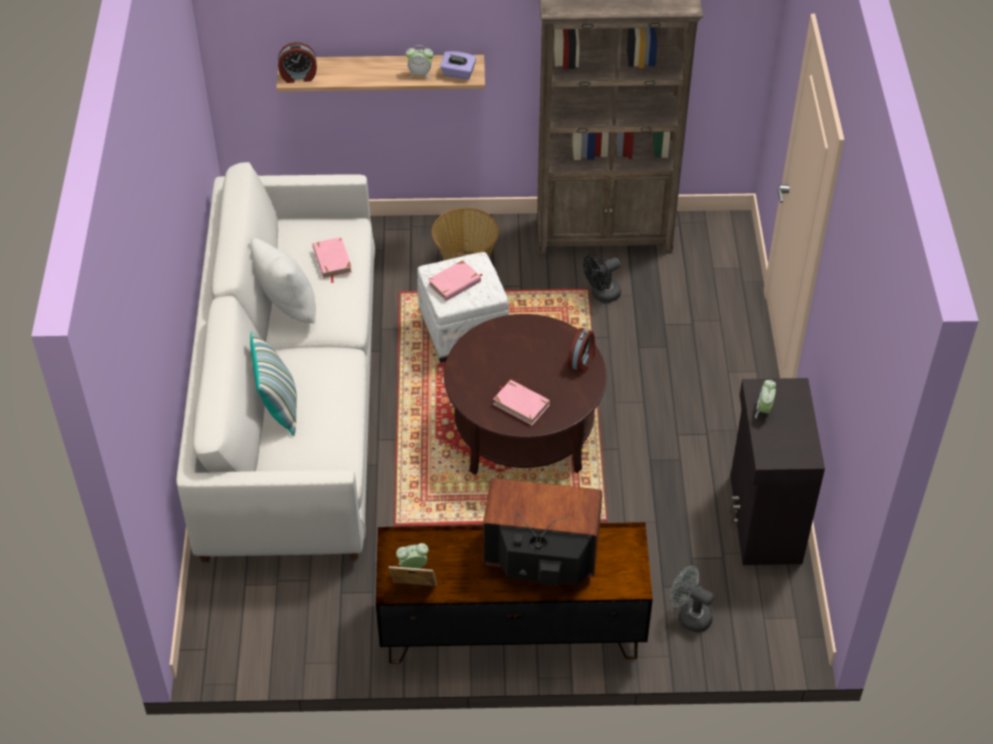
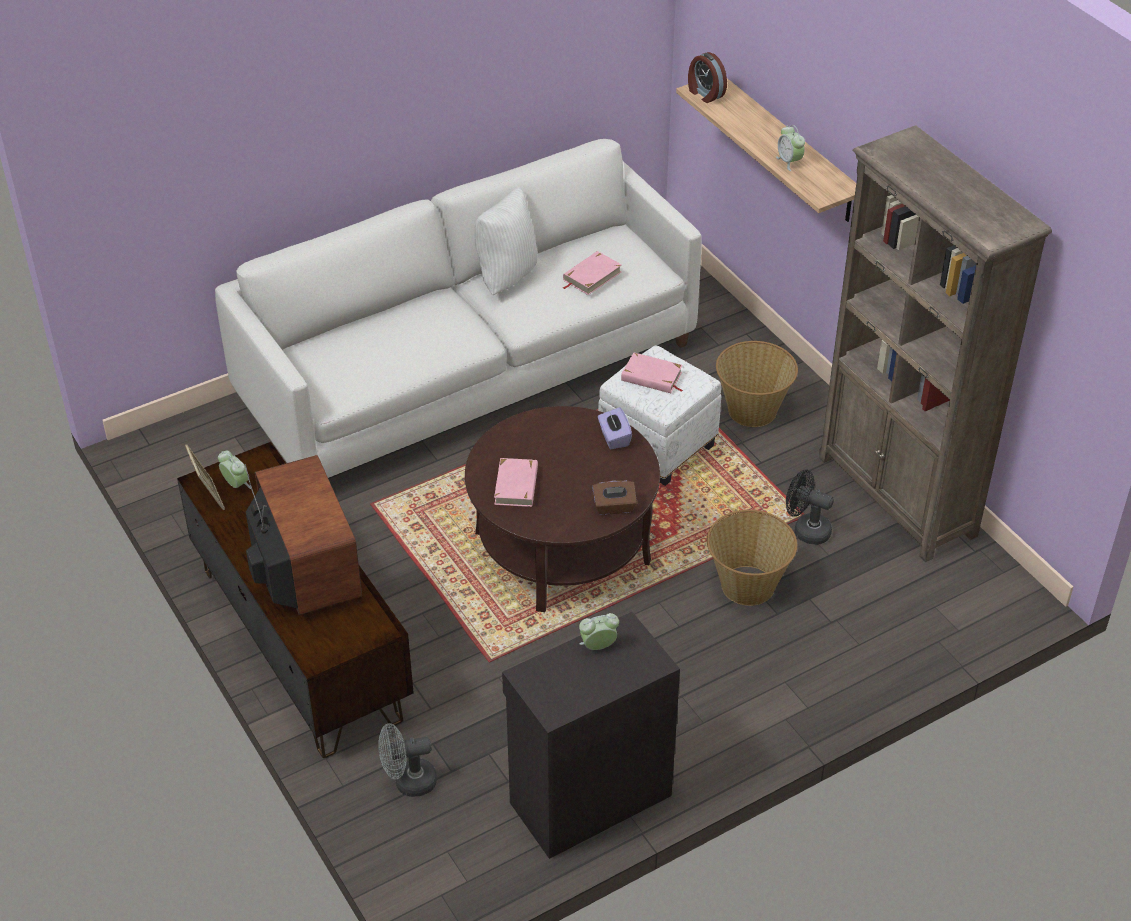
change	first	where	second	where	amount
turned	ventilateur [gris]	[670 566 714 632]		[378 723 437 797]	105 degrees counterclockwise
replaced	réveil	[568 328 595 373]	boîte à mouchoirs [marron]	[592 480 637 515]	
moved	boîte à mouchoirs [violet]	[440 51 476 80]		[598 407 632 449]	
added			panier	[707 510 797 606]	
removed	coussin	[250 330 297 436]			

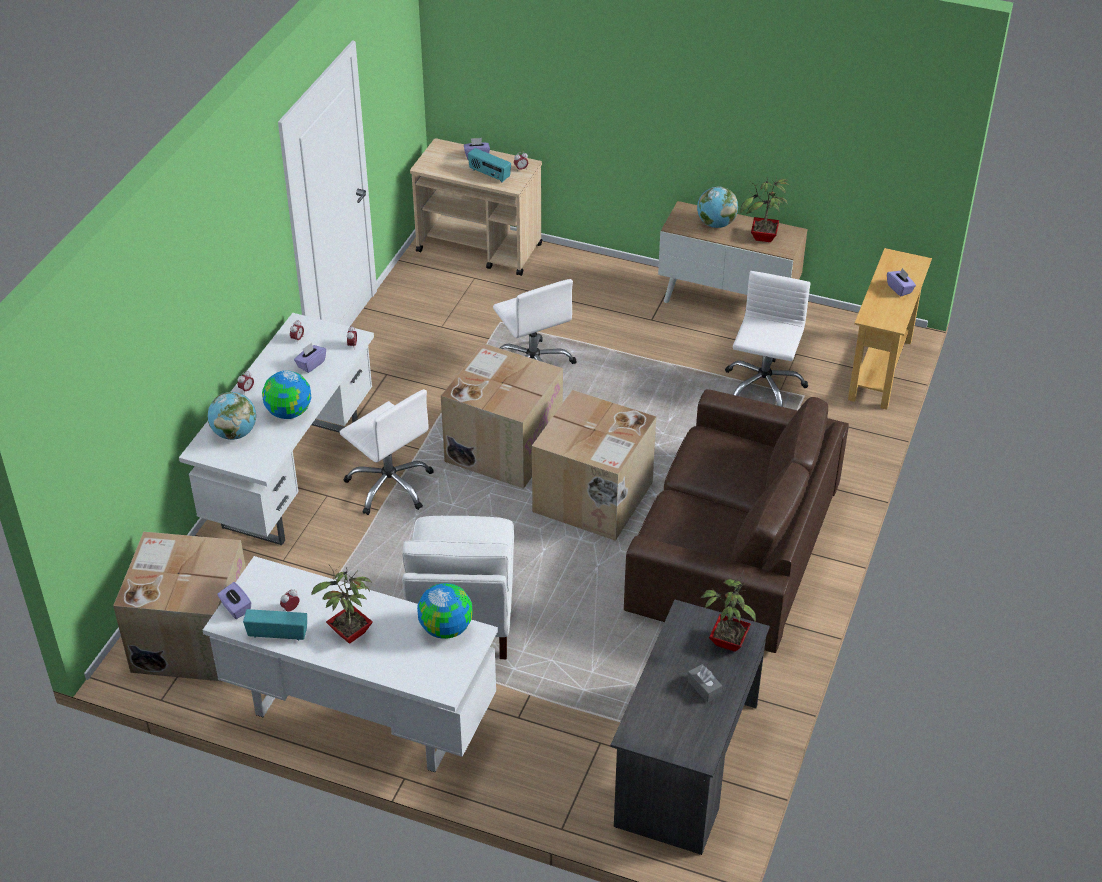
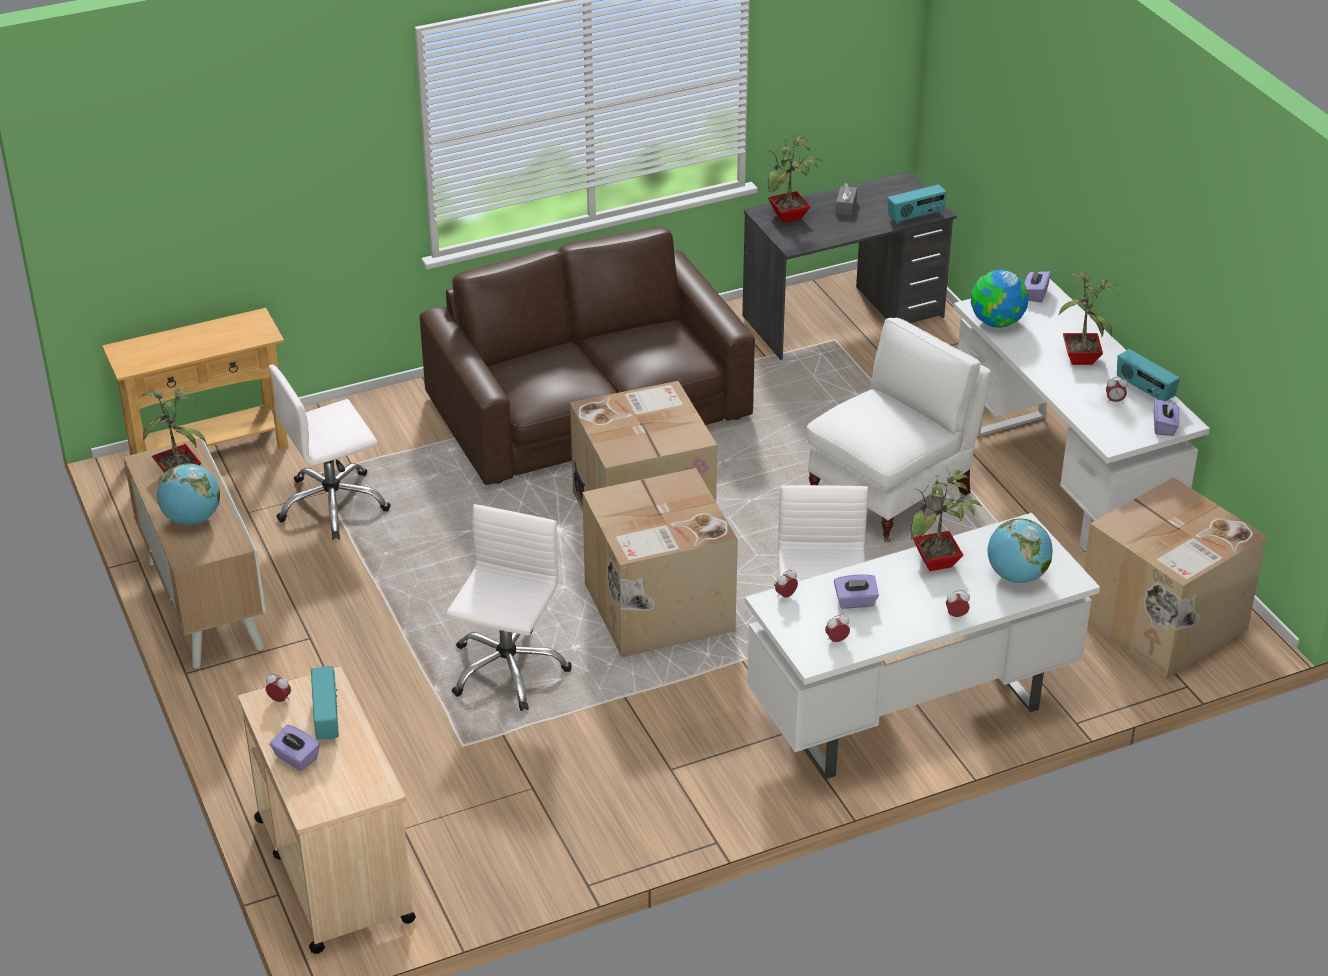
change	first	where	second	where	amount
added			radio	[888 185 947 224]	
replaced	globe	[262 371 311 419]	plante en pot	[910 468 982 571]	
moved	boîte à mouchoirs [violet]	[887 268 916 296]		[1024 267 1051 303]	

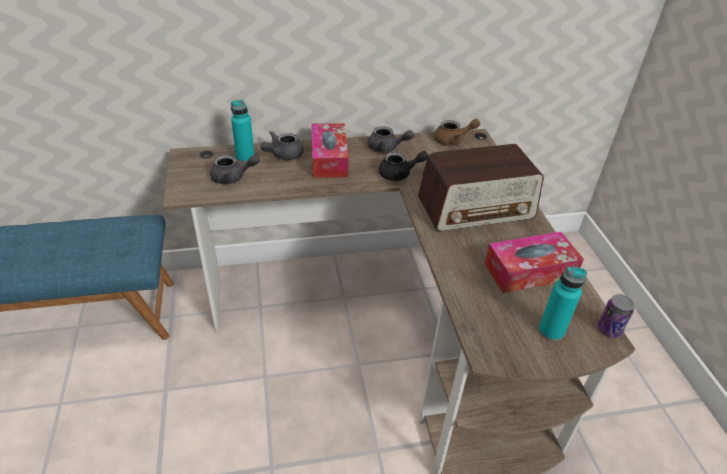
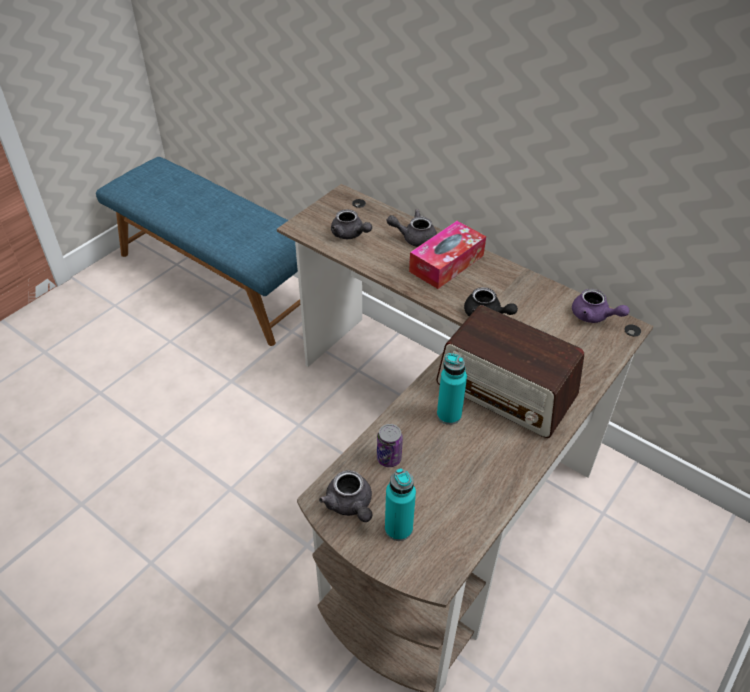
change	first	where	second	where	amount
moved	théière [gris]	[368 126 414 152]		[319 470 372 522]	
moved	boîte métallique	[598 294 634 338]		[377 424 403 467]	
moved	bouteille [turquoise]	[231 100 254 163]		[437 353 467 425]	
recoloured	théière [marron]	[434 119 480 145]	théière [violet]	[572 289 630 323]	
removed	boîte à mouchoirs	[484 232 584 293]			

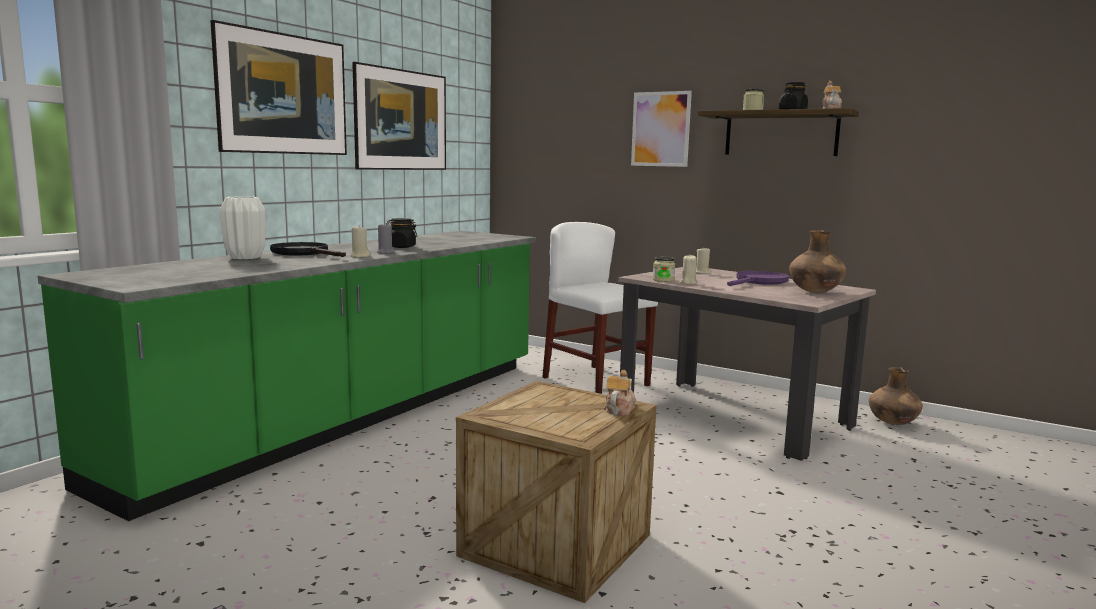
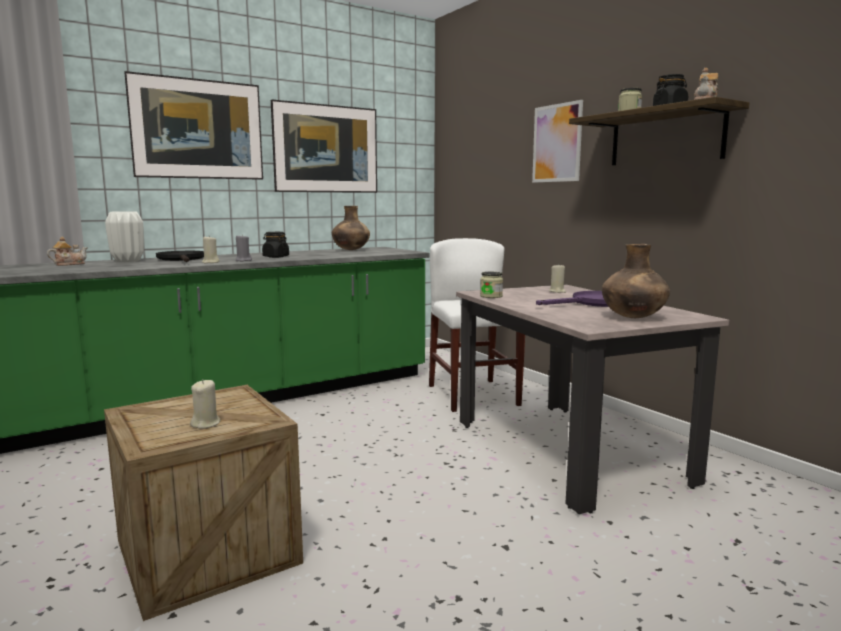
change	first	where	second	where	amount
moved	théière	[604 370 635 416]		[47 237 88 266]	
moved	bougie [beige]	[680 255 697 284]		[190 379 221 429]	
moved	vase [marron]	[869 367 923 425]		[332 206 370 250]	

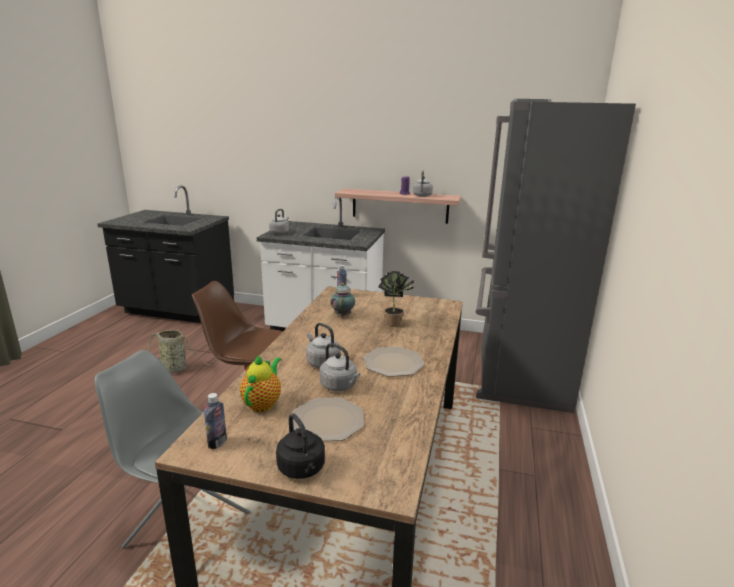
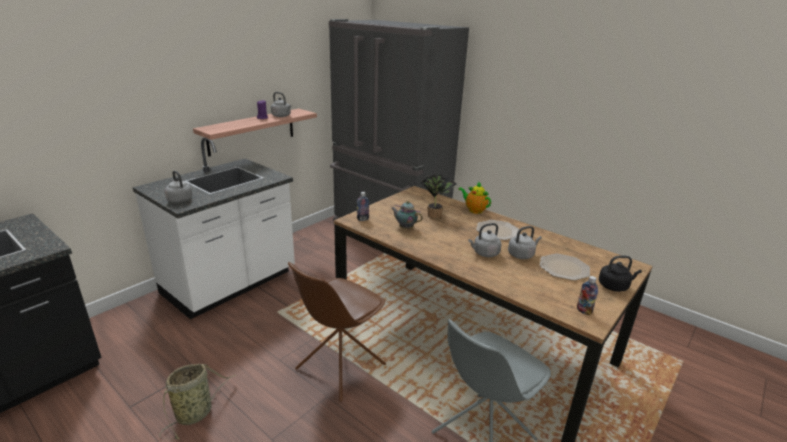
change	first	where	second	where	amount
moved	théière	[240 355 281 412]		[458 182 491 214]	

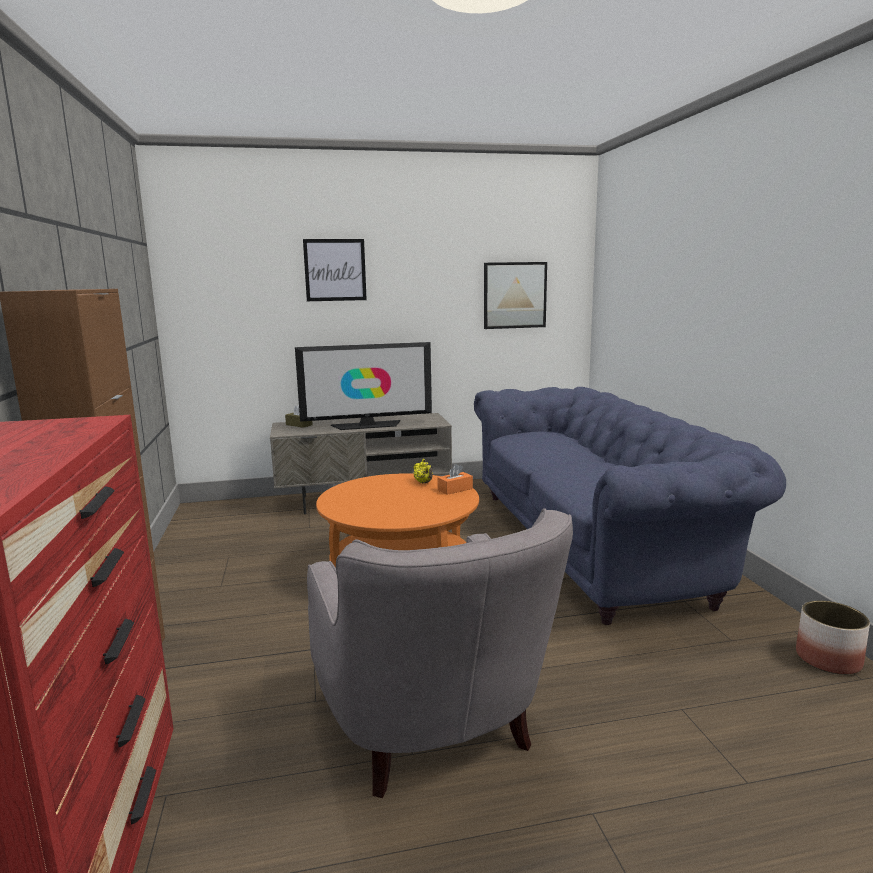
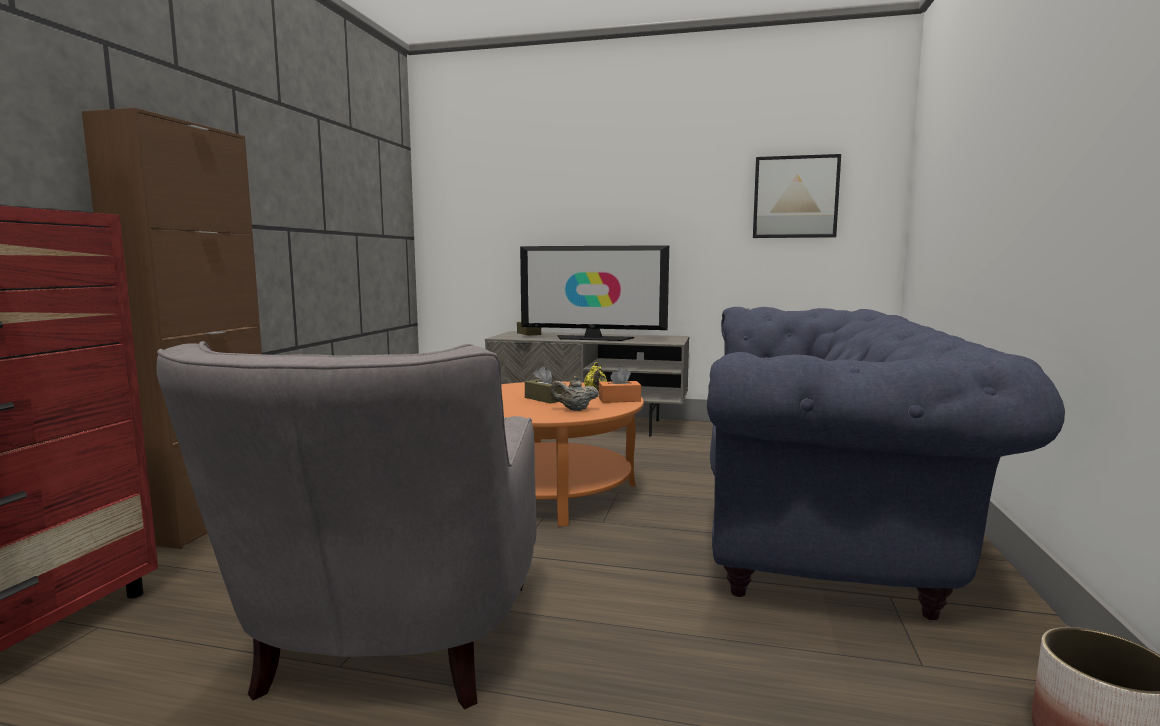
change	first	where	second	where	amount
added			boîte à mouchoirs [marron]	[525 366 566 404]	
added			théière [beige]	[550 376 599 411]	
removed	tableau	[303 239 367 301]			

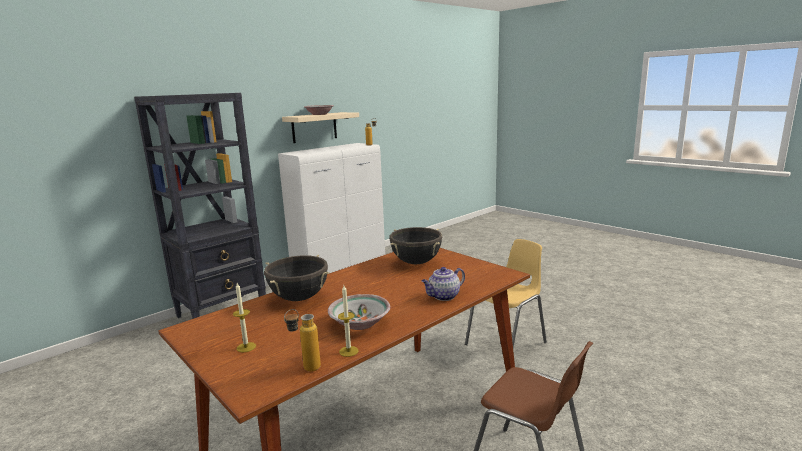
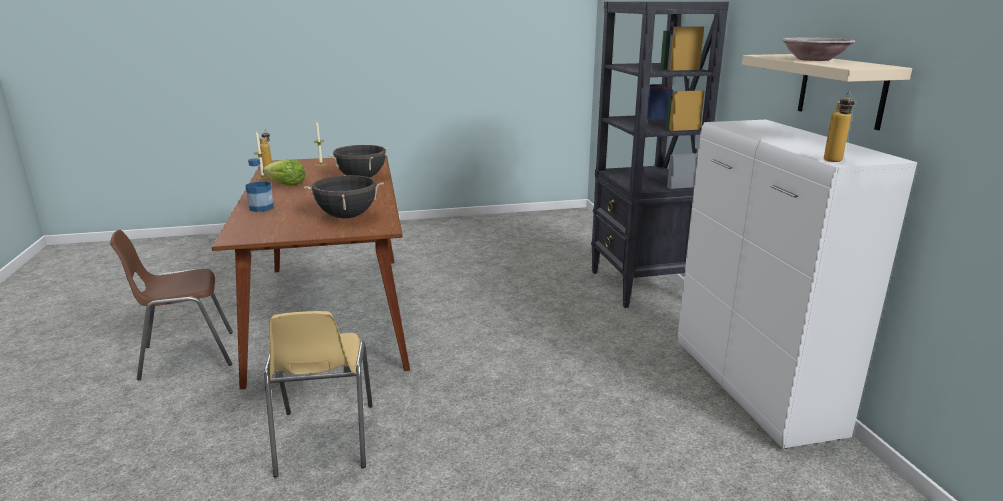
change	first	where	second	where	amount
replaced	théière	[422 267 465 301]	bouteille	[245 158 274 212]	
replaced	bol	[328 294 390 330]	laitue	[263 160 305 186]	

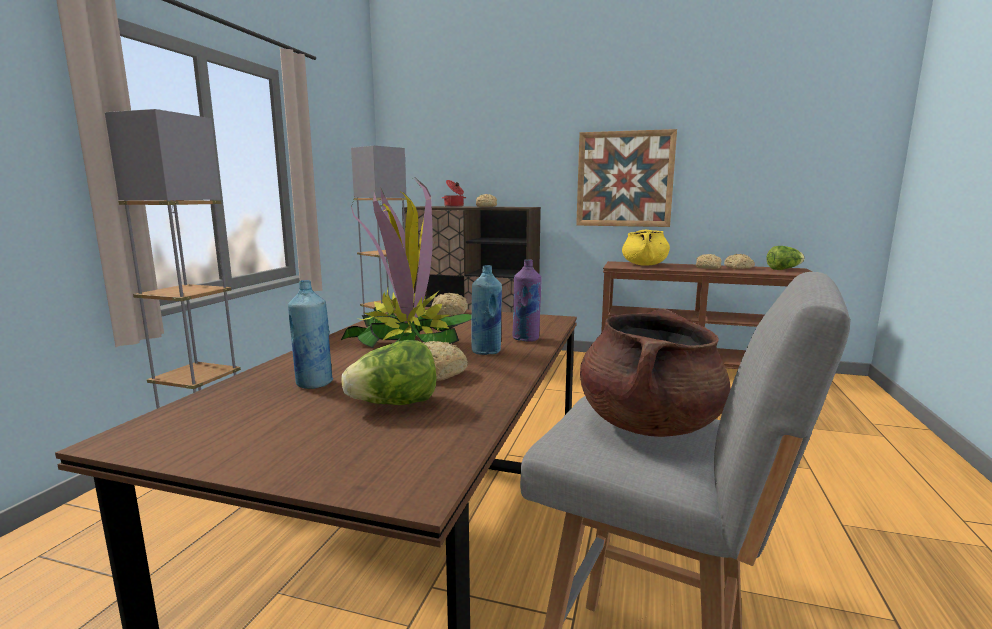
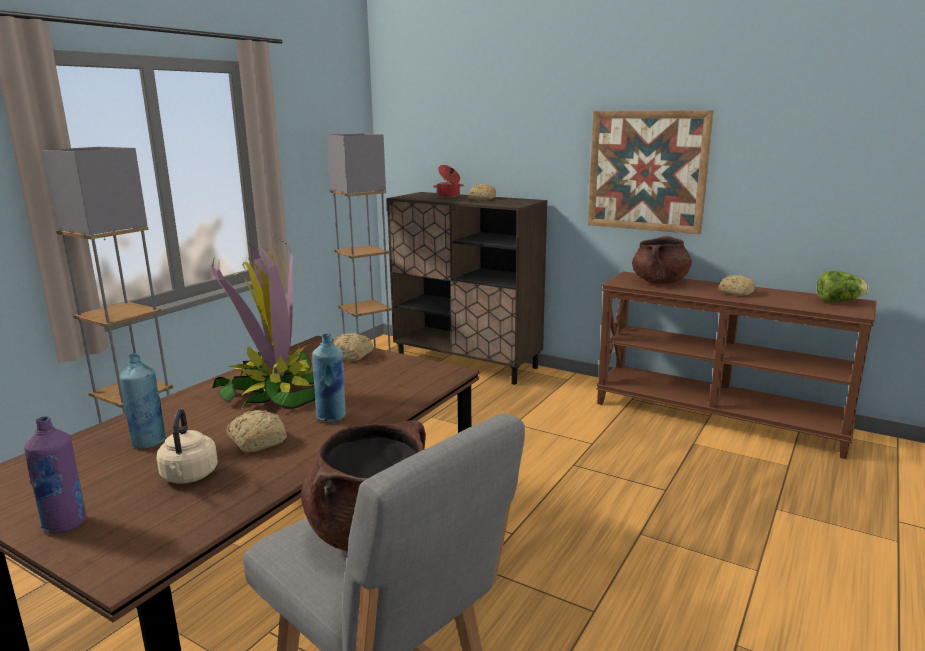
change	first	where	second	where	amount
moved	bouteille [violet]	[512 259 542 342]		[24 416 86 534]	
replaced	laitue	[341 340 436 405]	bouilloire [beige]	[157 409 218 484]	
recoloured	marmite [jaune]	[622 230 670 266]	marmite [marron]	[632 236 692 284]	
removed	pain	[724 254 755 269]			

